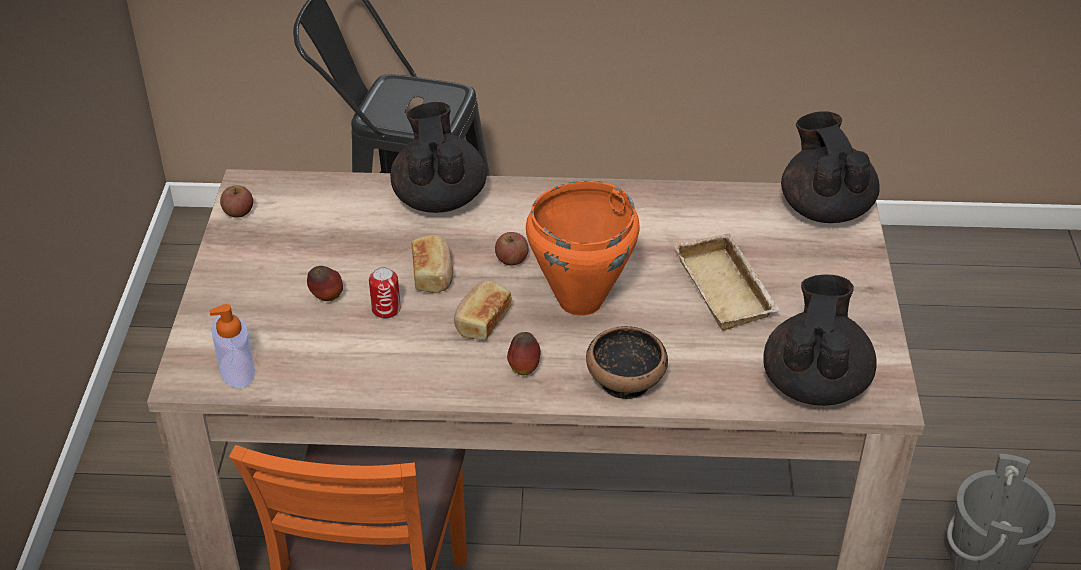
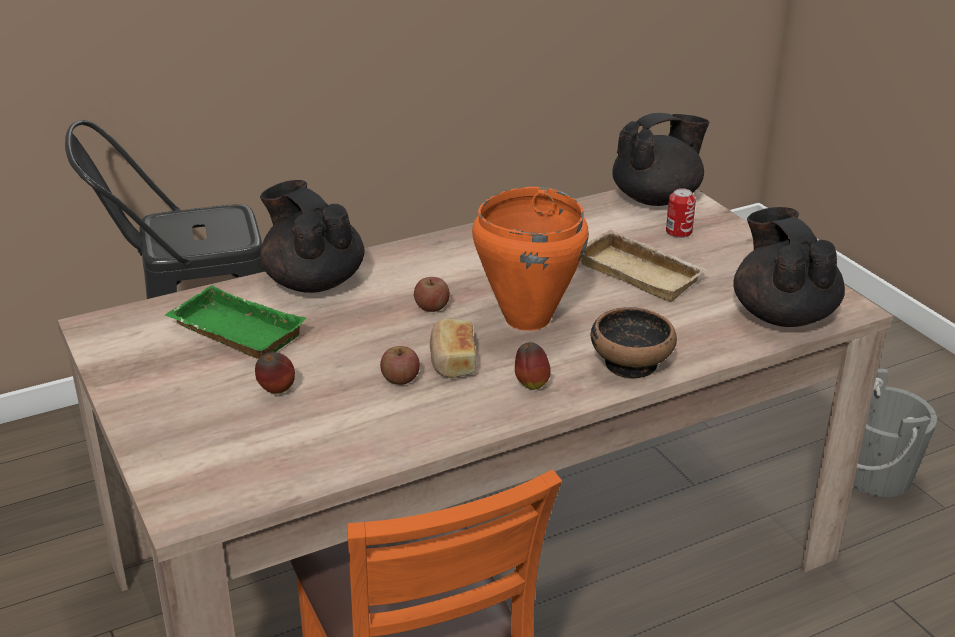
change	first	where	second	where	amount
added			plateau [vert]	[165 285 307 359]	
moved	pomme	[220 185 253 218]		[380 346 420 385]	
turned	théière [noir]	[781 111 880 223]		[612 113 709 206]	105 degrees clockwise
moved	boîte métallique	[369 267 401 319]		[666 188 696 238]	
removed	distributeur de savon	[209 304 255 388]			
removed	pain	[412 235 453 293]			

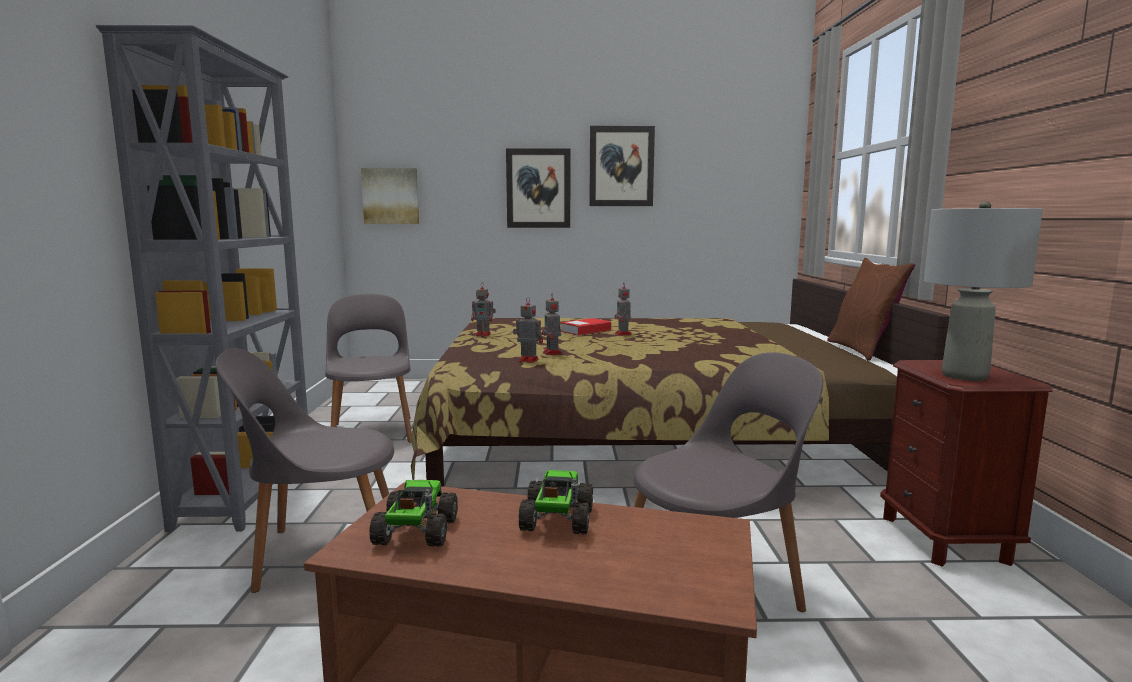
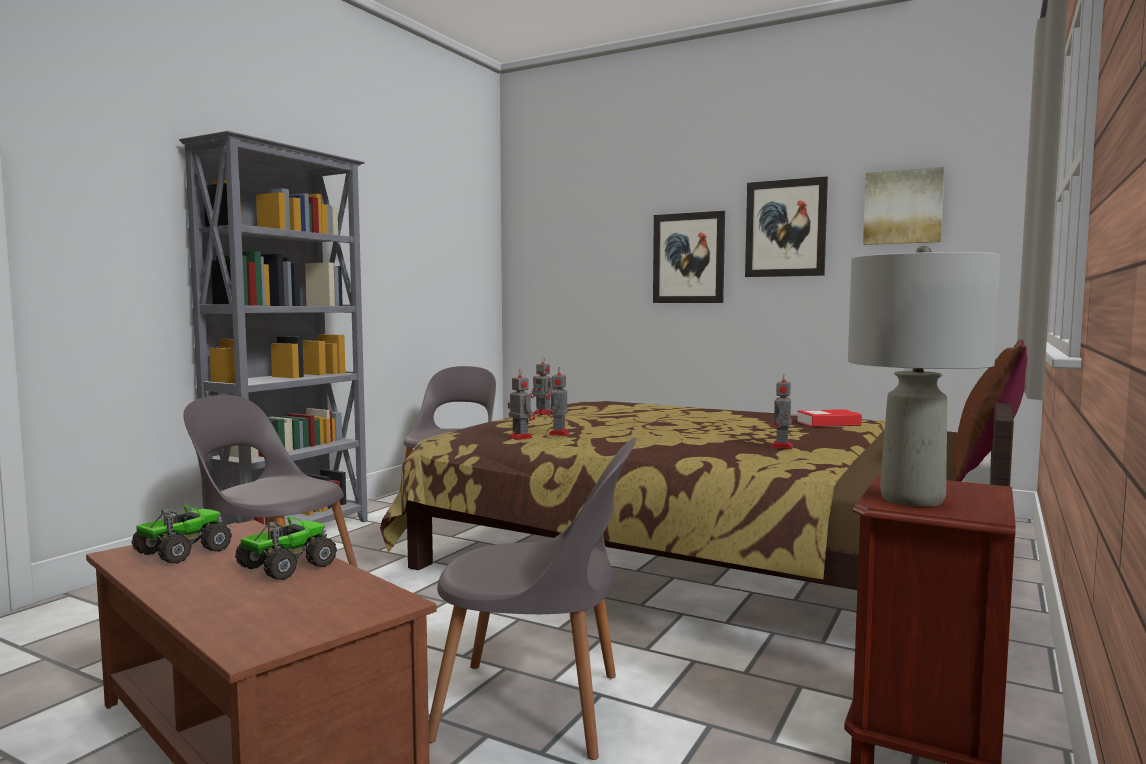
change	first	where	second	where	amount
moved	robot jouet	[614 283 632 336]		[771 379 793 449]	
moved	livre	[561 318 611 336]		[797 409 862 427]	
moved	tableau	[361 168 419 224]		[863 167 944 245]	

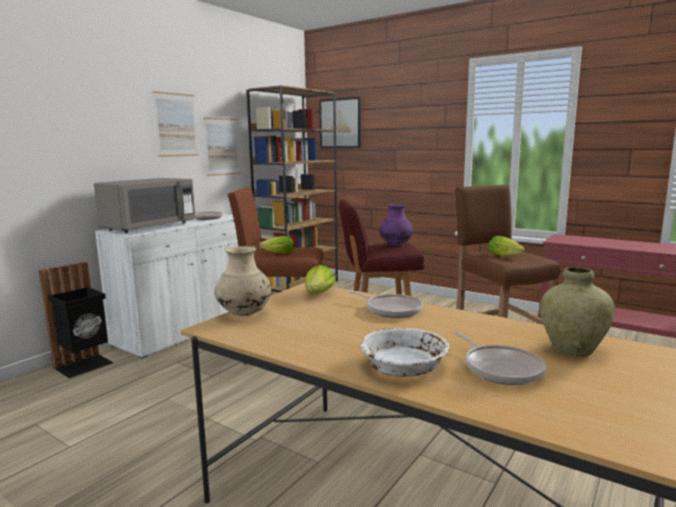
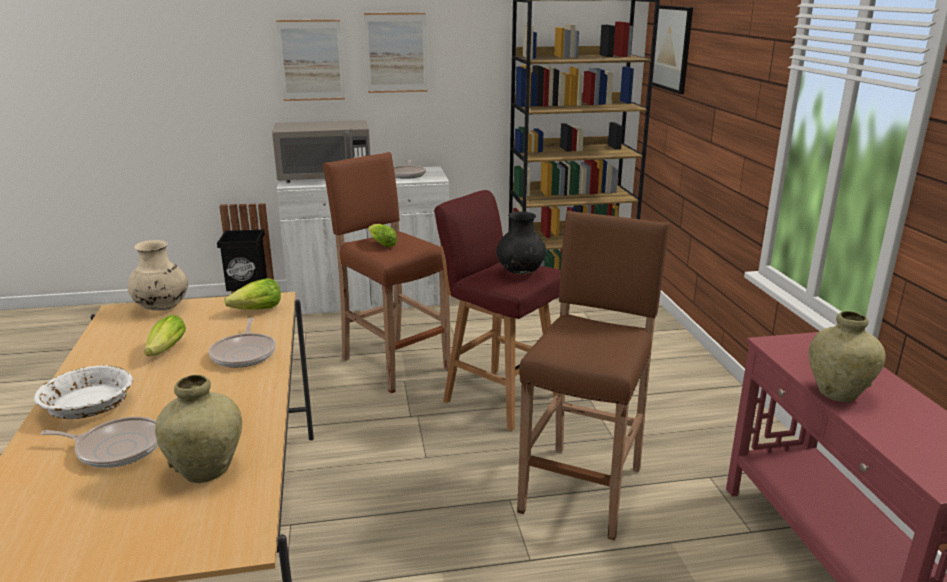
change	first	where	second	where	amount
turned	poêle	[454 332 546 385]		[40 417 158 468]	105 degrees counterclockwise
moved	laitue	[488 236 525 256]		[145 315 186 356]	
moved	tableau	[203 118 241 176]		[276 20 345 101]	
recoloured	vase [violet]	[379 204 413 246]	vase [noir]	[496 211 546 274]	
added			vase [beige]	[809 311 886 402]	

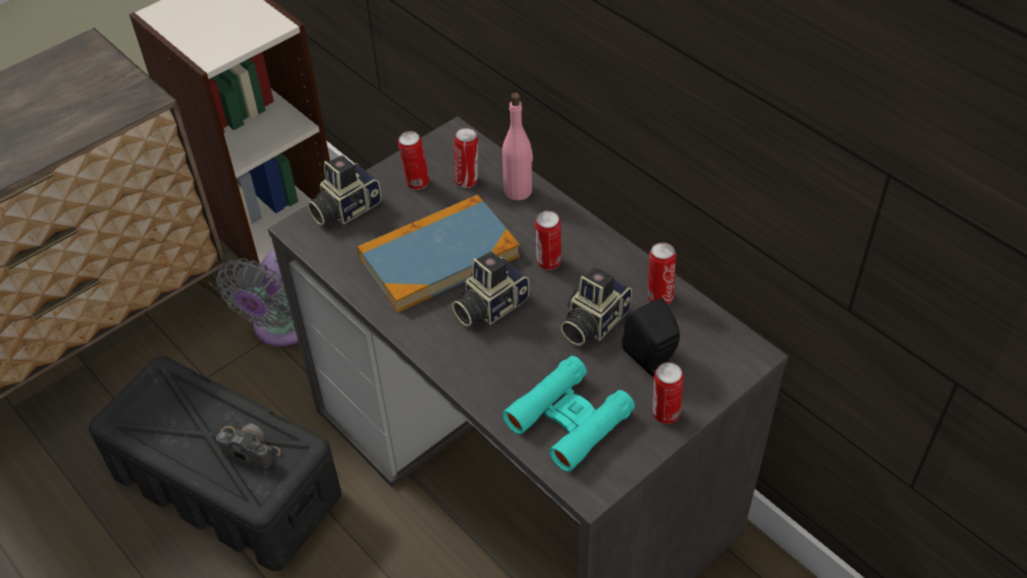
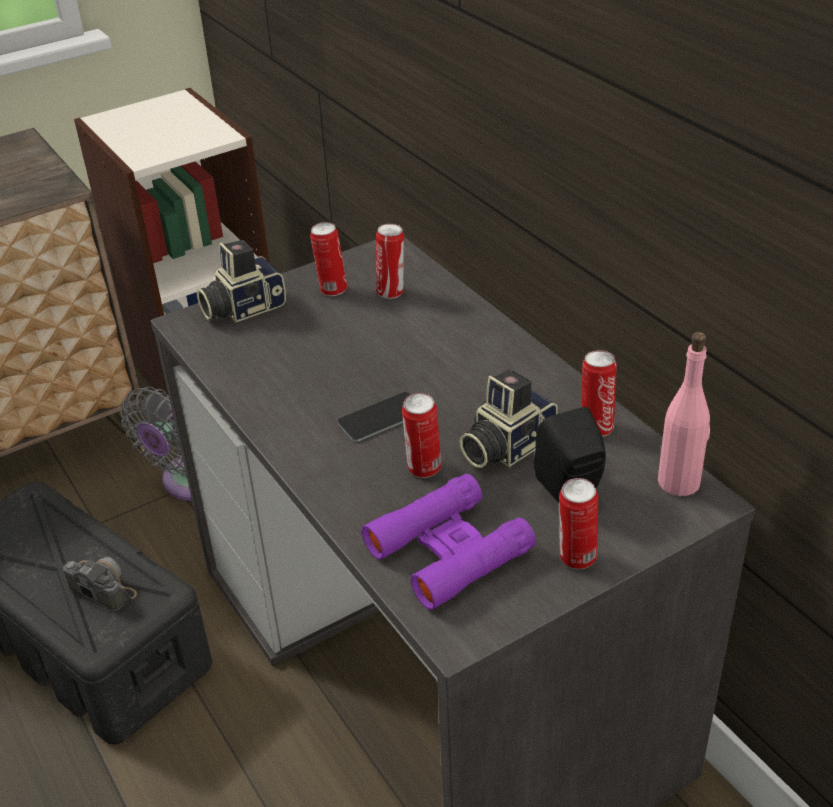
change	first	where	second	where	amount
replaced	appareil photo	[452 251 529 327]	téléphone	[337 392 411 442]	
recoloured	jumelles [turquoise]	[502 356 635 472]	jumelles [violet]	[361 474 536 610]	
moved	boîte métallique	[535 211 561 270]		[402 393 441 478]	
moved	bouteille [rose]	[502 93 533 201]		[658 332 710 496]	
removed	livre	[357 194 520 312]			

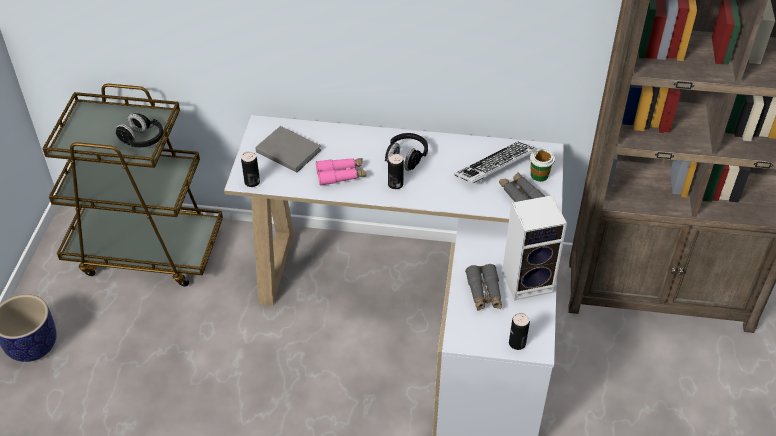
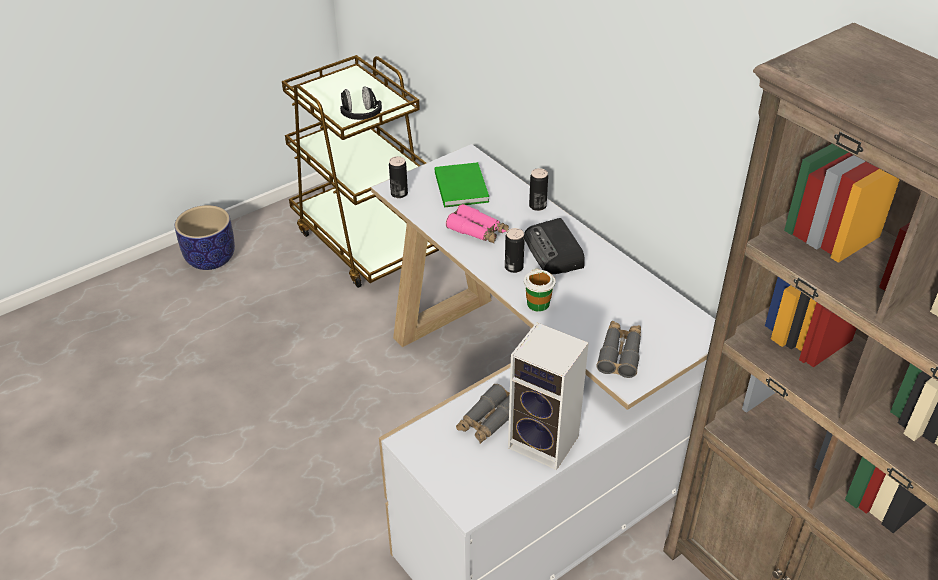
change	first	where	second	where	amount
recoloured	livre [gris]	[255 126 321 173]	livre [vert]	[435 162 489 208]	
replaced	casque audio [noir]	[385 133 428 171]	radio	[524 218 585 274]	
moved	tasse	[530 149 555 182]		[524 269 556 312]	
moved	boîte métallique	[509 313 530 350]		[529 168 548 211]	
removed	clavier	[454 142 536 184]			

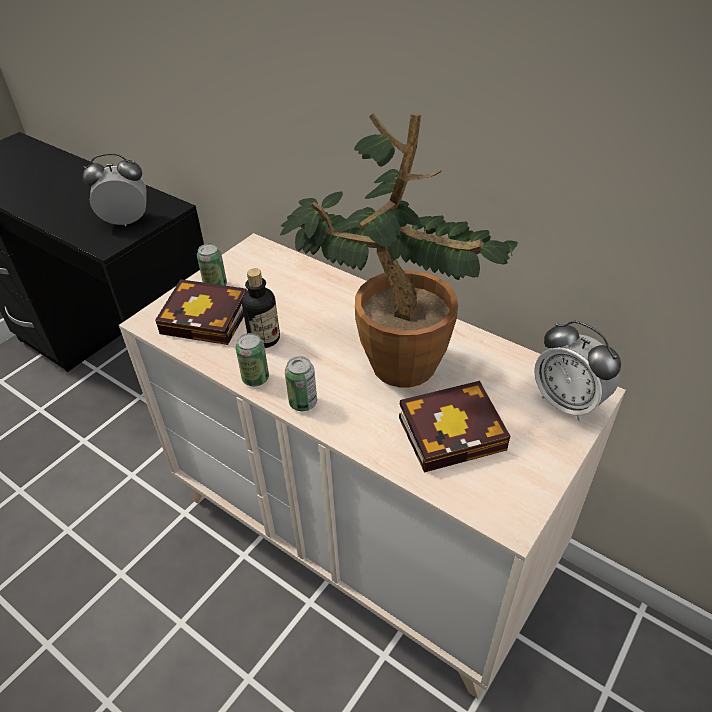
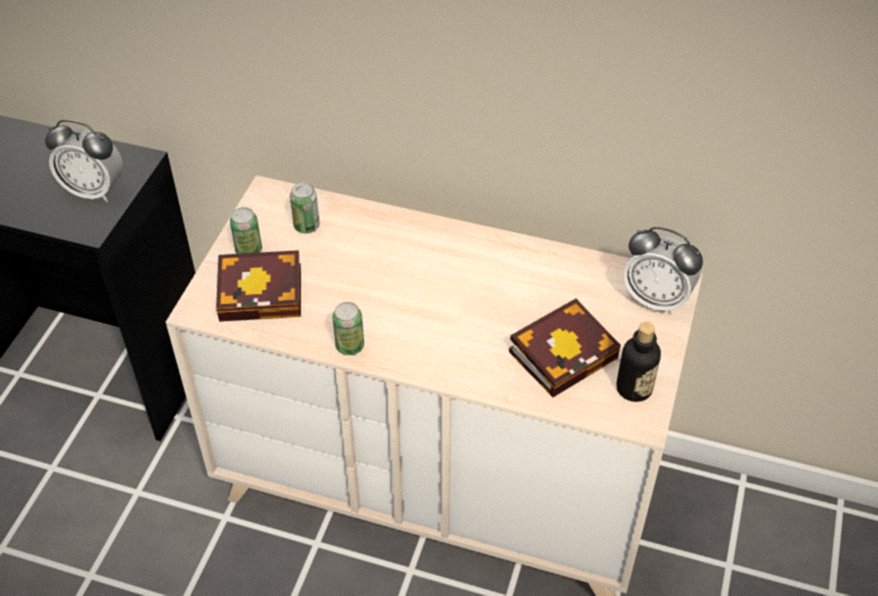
change	first	where	second	where	amount
turned	réveil	[83 153 147 226]		[45 120 123 202]	135 degrees counterclockwise
moved	boîte métallique	[285 356 317 411]		[290 183 320 233]	
moved	bouteille	[242 268 280 348]		[616 322 661 402]	
removed	plante en pot	[280 113 518 387]			

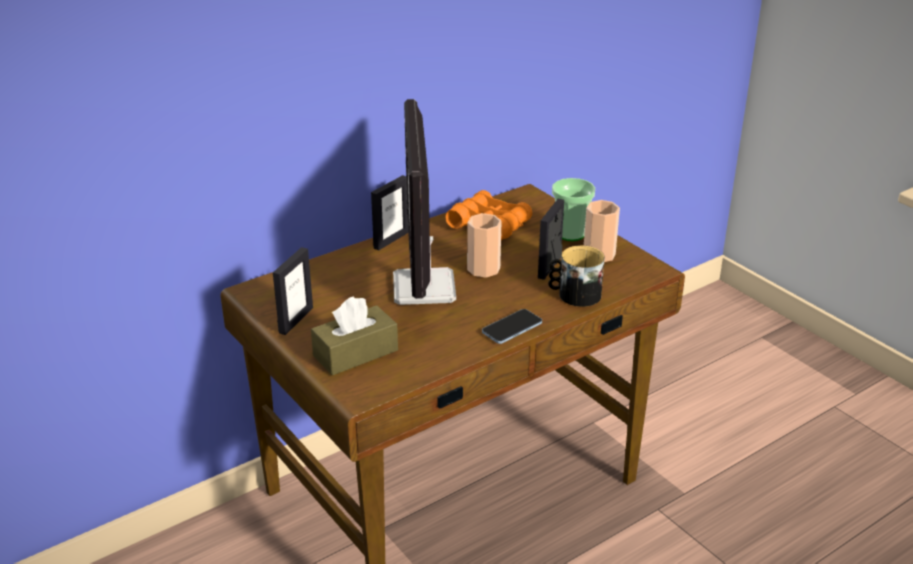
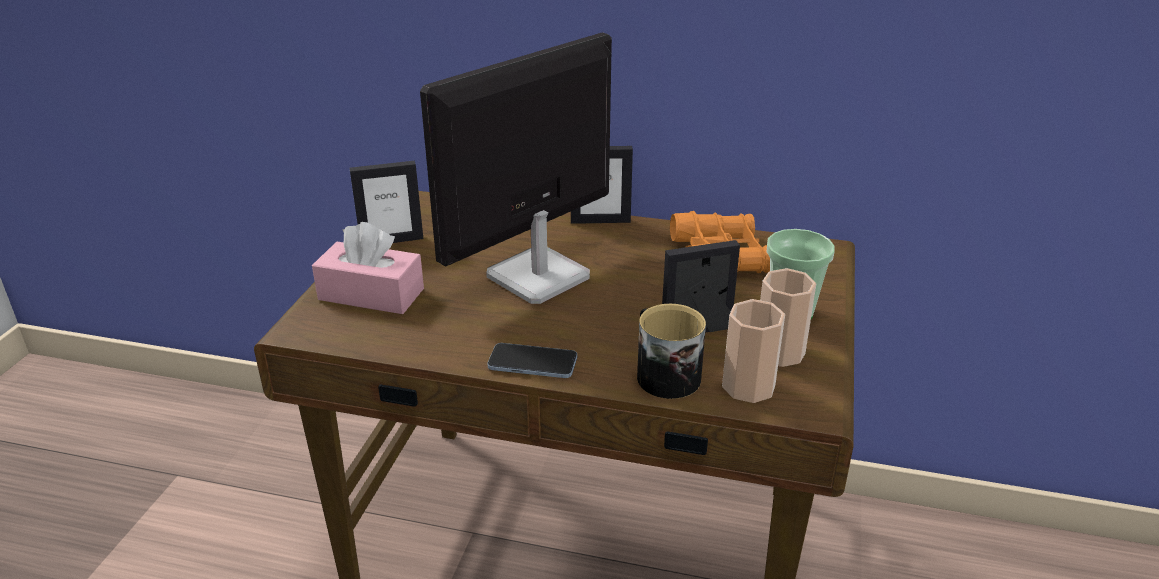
change	first	where	second	where	amount
recoloured	boîte à mouchoirs [marron]	[311 296 398 376]	boîte à mouchoirs [rose]	[312 222 424 314]	
moved	tasse	[467 213 502 278]		[722 299 785 403]	

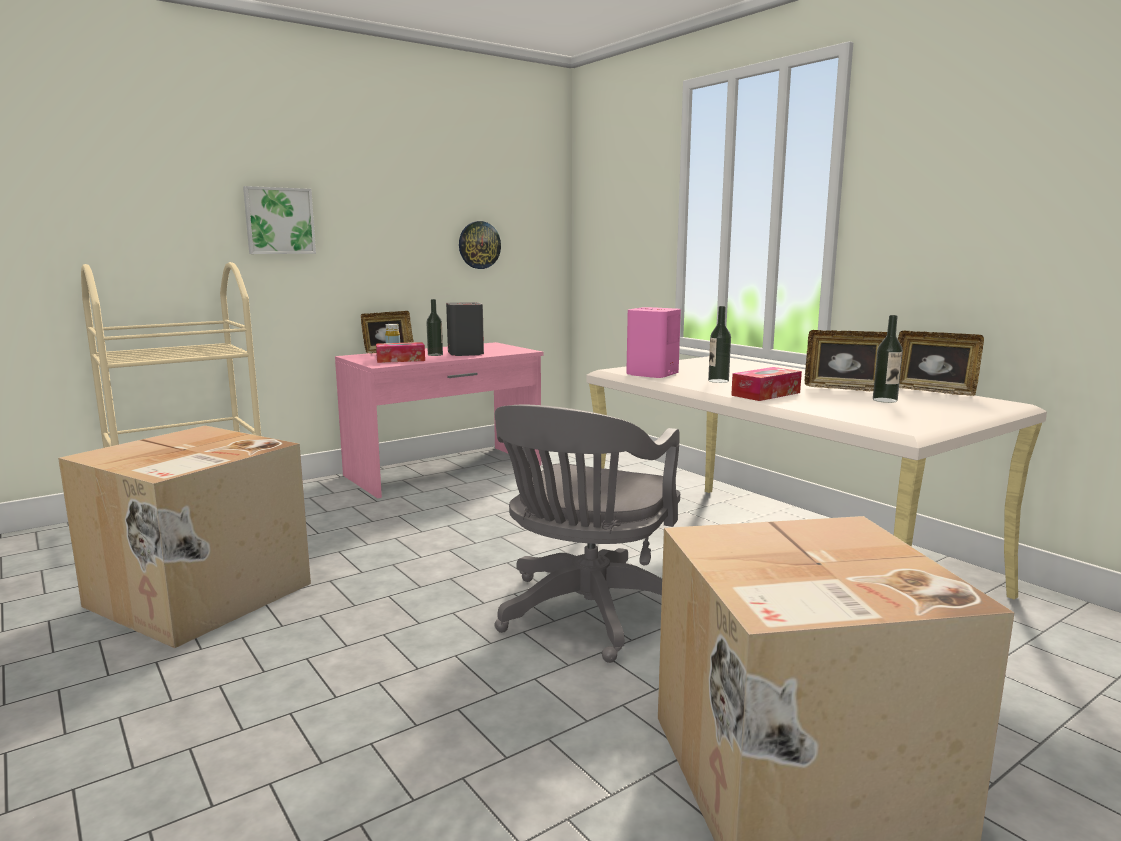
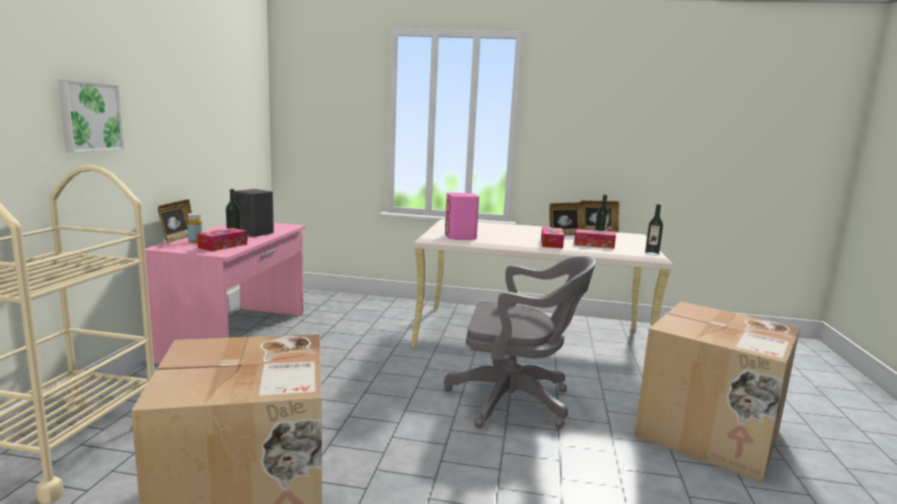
change	first	where	second	where	amount
turned	chaise de bureau [gris]	[495 405 680 663]		[444 256 596 429]	60 degrees counterclockwise
added			boîte à mouchoirs	[574 229 616 249]	
moved	bouteille	[708 306 731 383]		[645 204 663 256]	
removed	horloge murale	[459 221 501 269]			

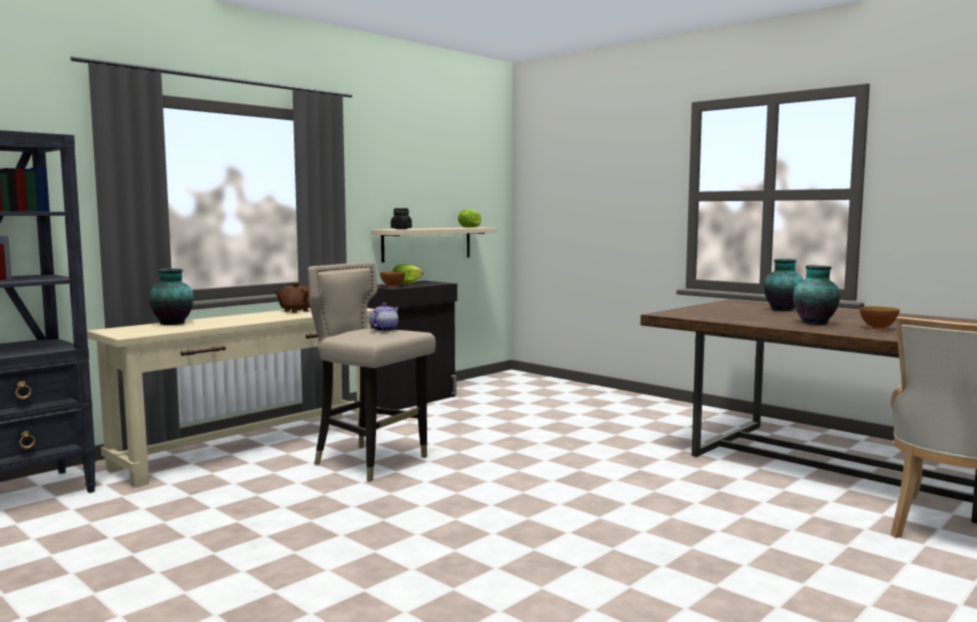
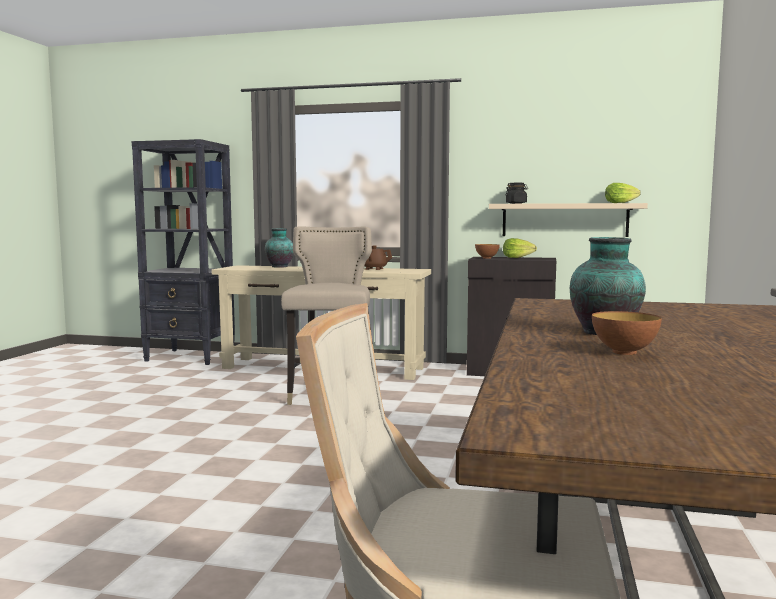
change	first	where	second	where	amount
removed	théière	[369 303 398 331]			
removed	vase	[764 259 803 311]			

